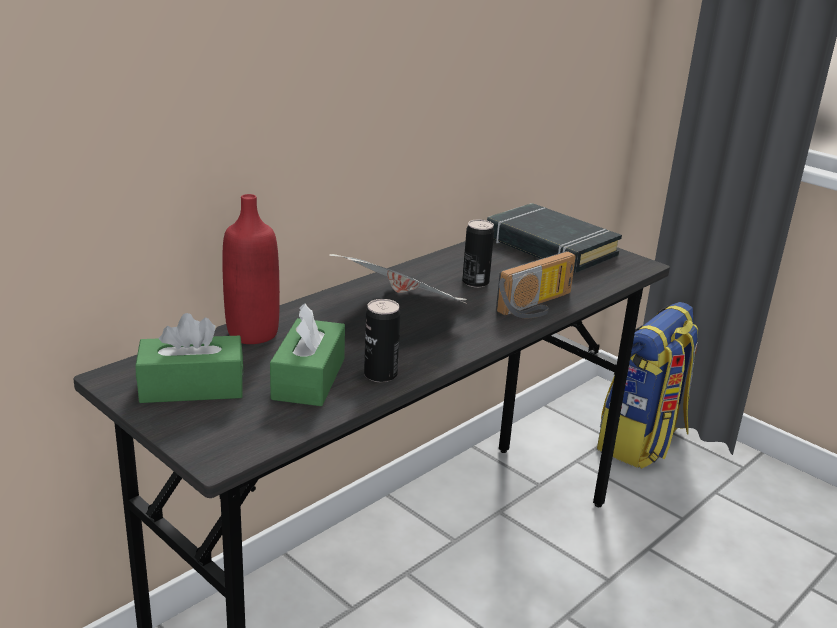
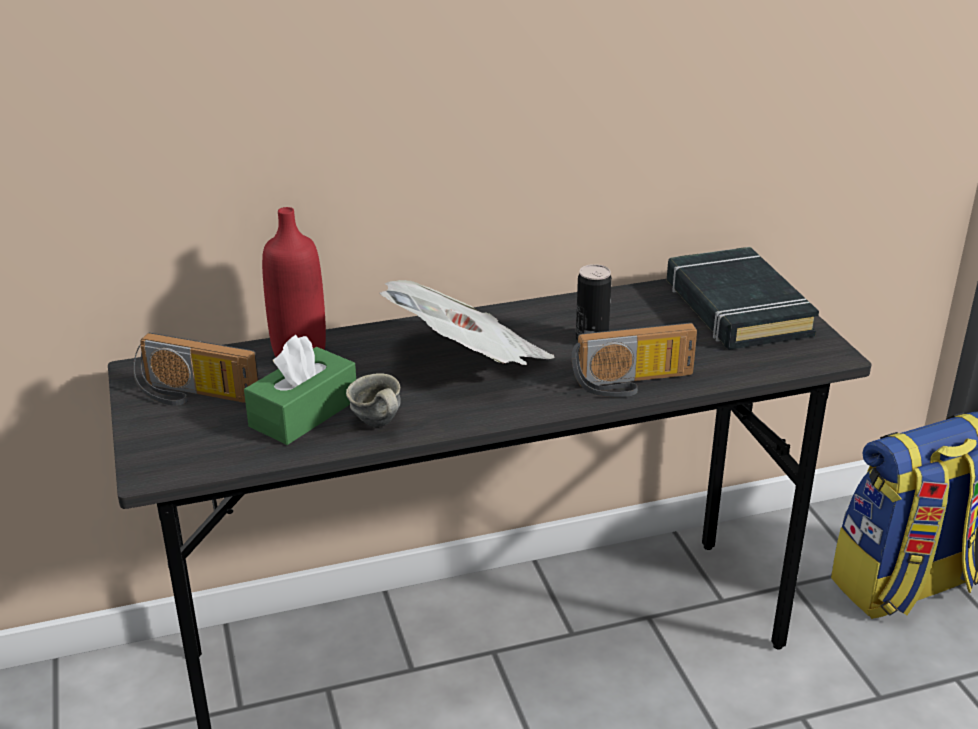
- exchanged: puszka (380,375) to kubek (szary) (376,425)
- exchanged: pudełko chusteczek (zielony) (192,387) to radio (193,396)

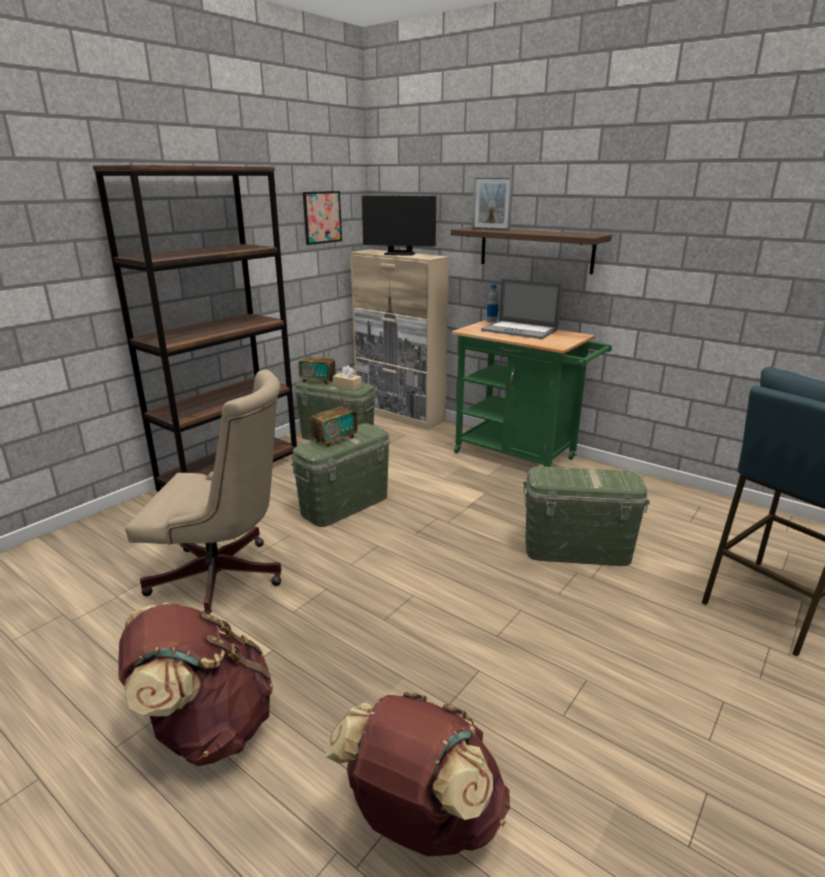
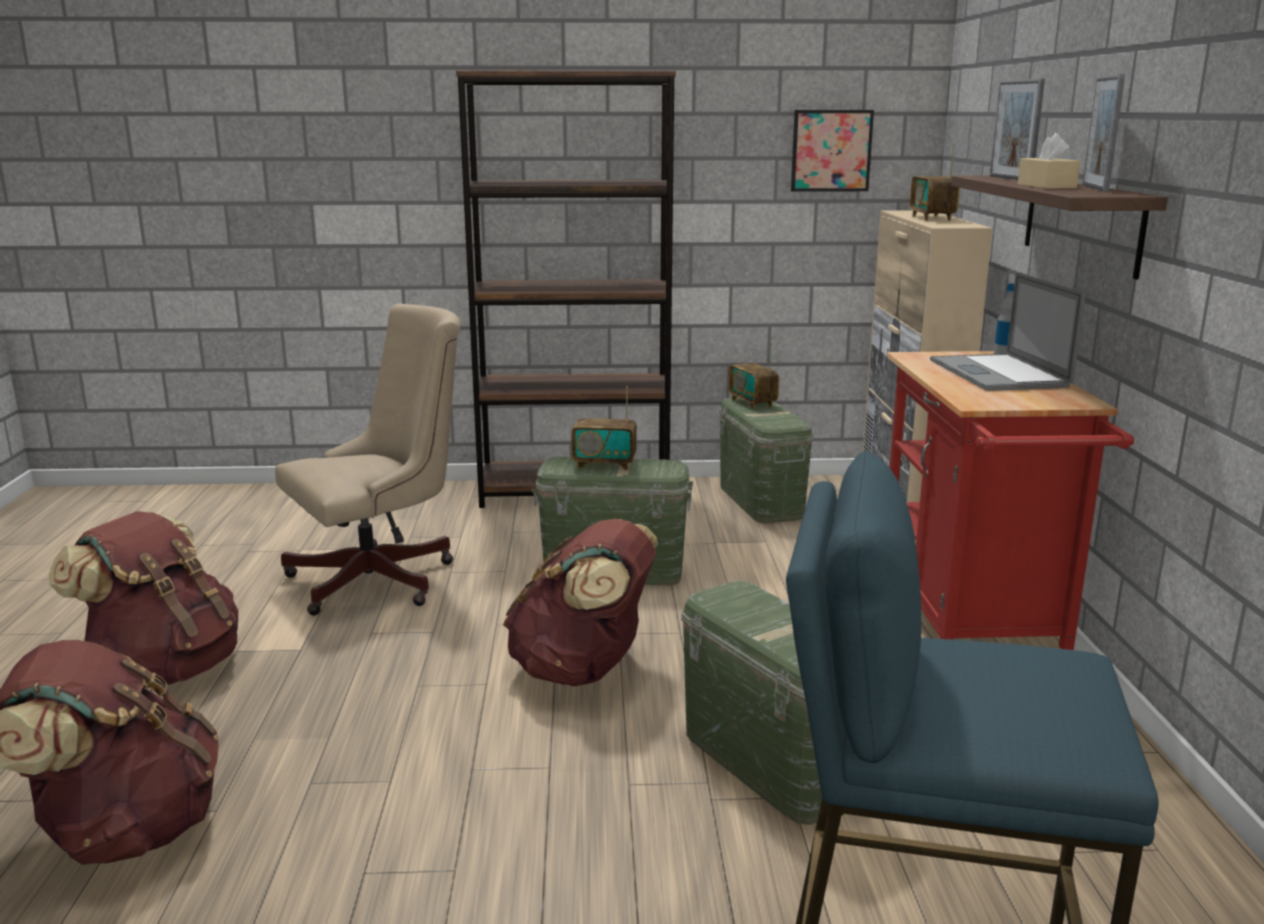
- exchanged: monitor (399,254) to radio (932,218)
- colour: wózek (zielony) (521,457) to wózek (czerwony) (971,626)
- relocated: pudełko chusteczek (beżowy) (347,386) to (1046,186)
- spun: krzesło biurowe (beżowy) (225,579) = (383,578) 90 degrees counterclockwise
- appeared: ramka na zdjęcie (1094,188)
- appeared: plecak (brązowy) (583,670)

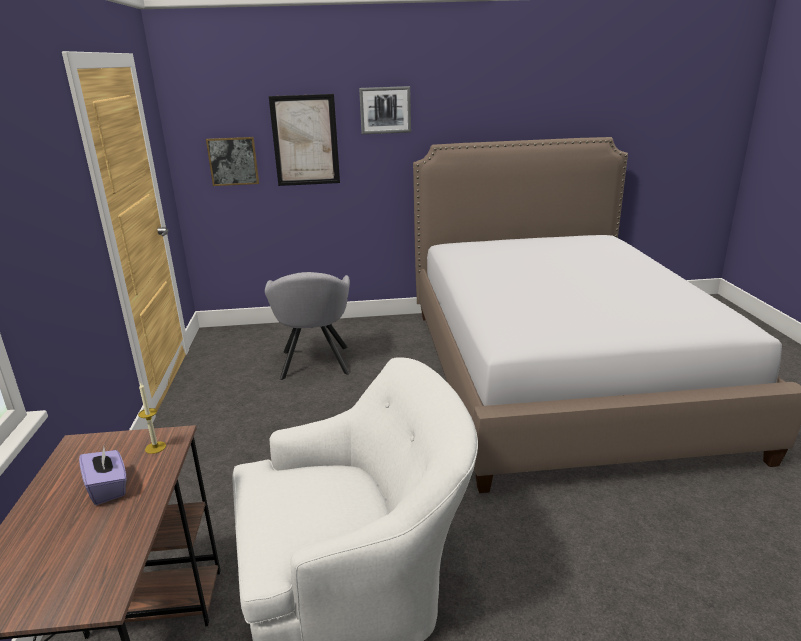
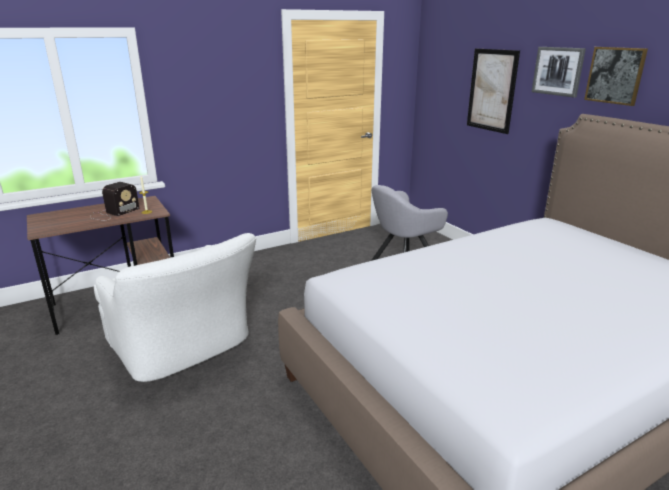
- relocated: obraz (233,161) to (615,75)
- exchanged: pudełko chusteczek (fioletowy) (108,488) to radio (113,213)

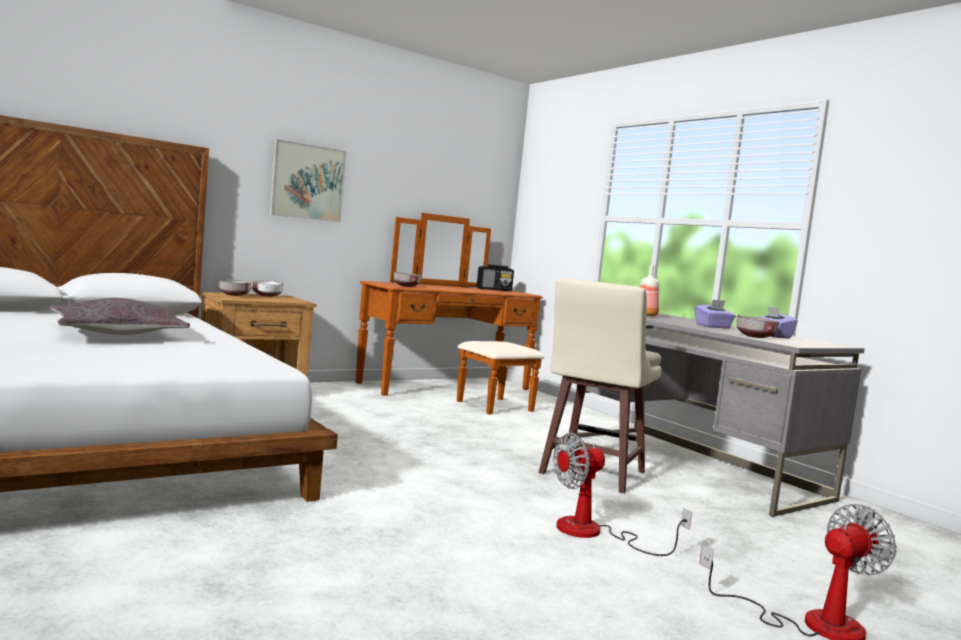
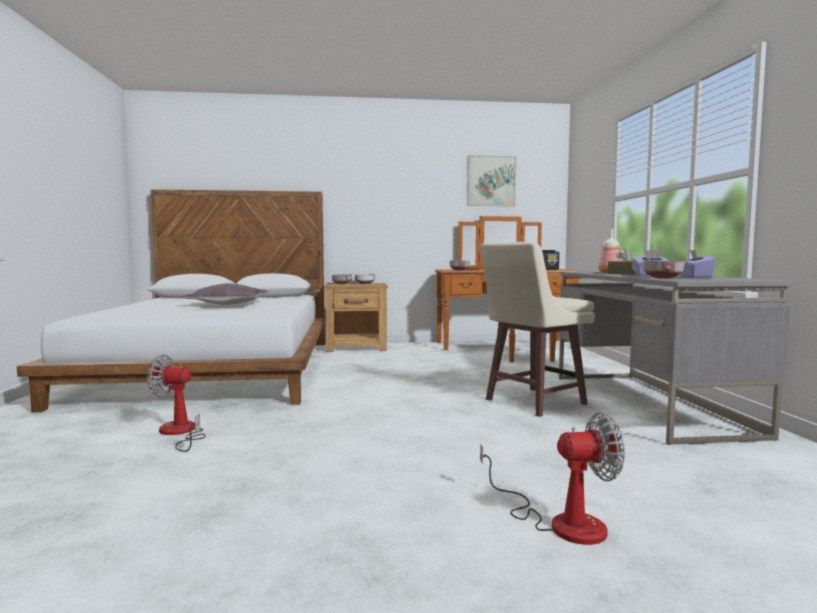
- relocated: obraz (308,182) to (491,181)
- relocated: wentylator (594,533) to (180,433)
- appeared: pudełko chusteczek (brązowy) (624,273)

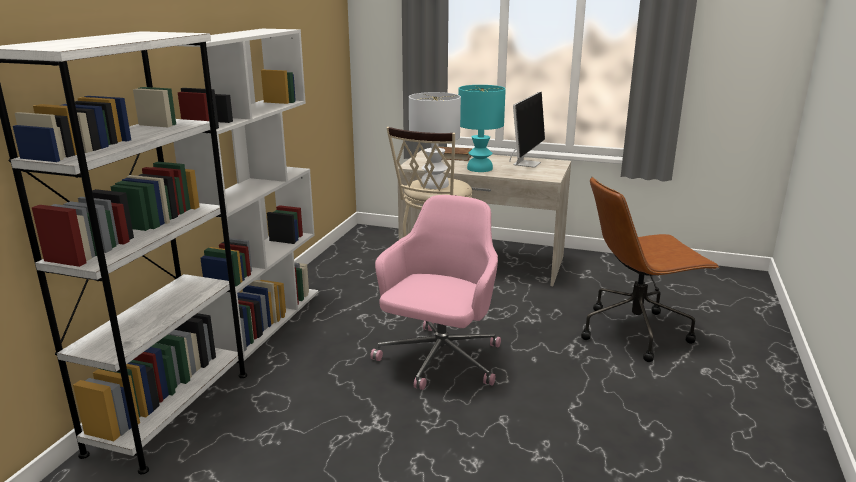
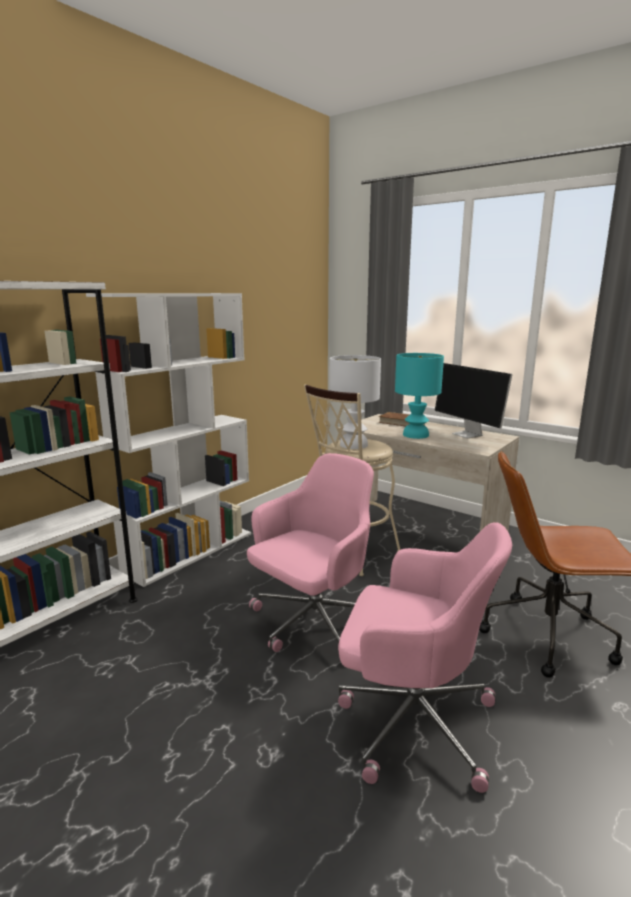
- spun: monitor (526,163) = (468,434) 105 degrees clockwise
- appeared: krzesło biurowe (różowy) (411,719)

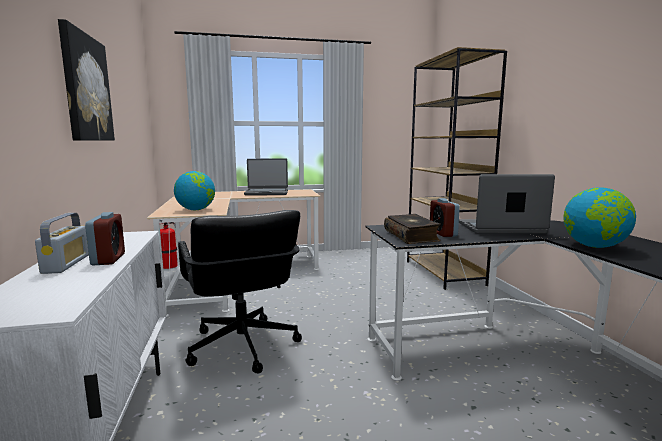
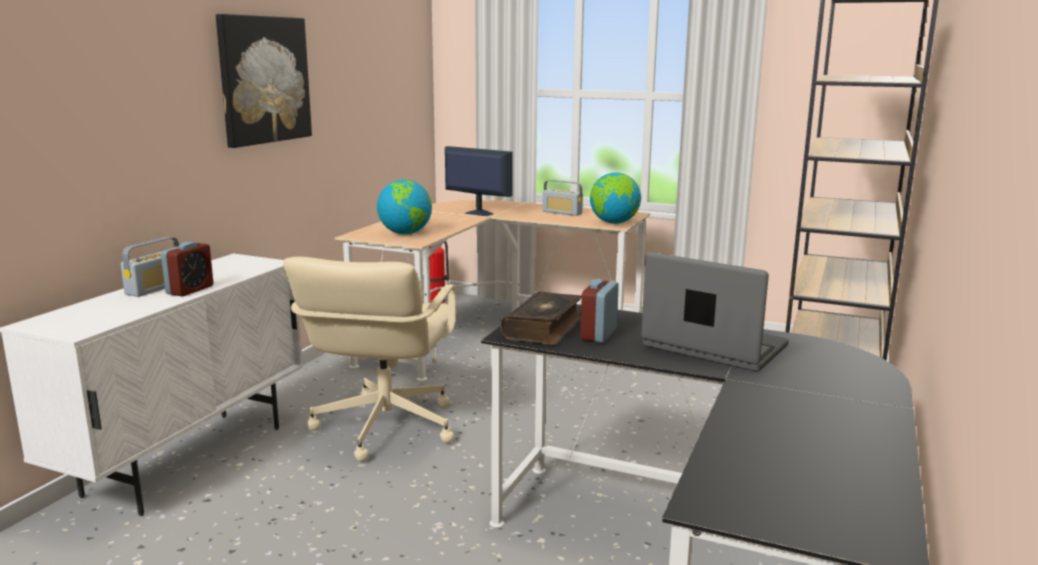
- exchanged: laptop (266,193) to radio (562,213)
- relocated: globus (594,246) to (614,223)
- colour: krzesło biurowe (czarny) (242,346) to krzesło biurowe (beżowy) (384,427)
- appeared: monitor (478,213)

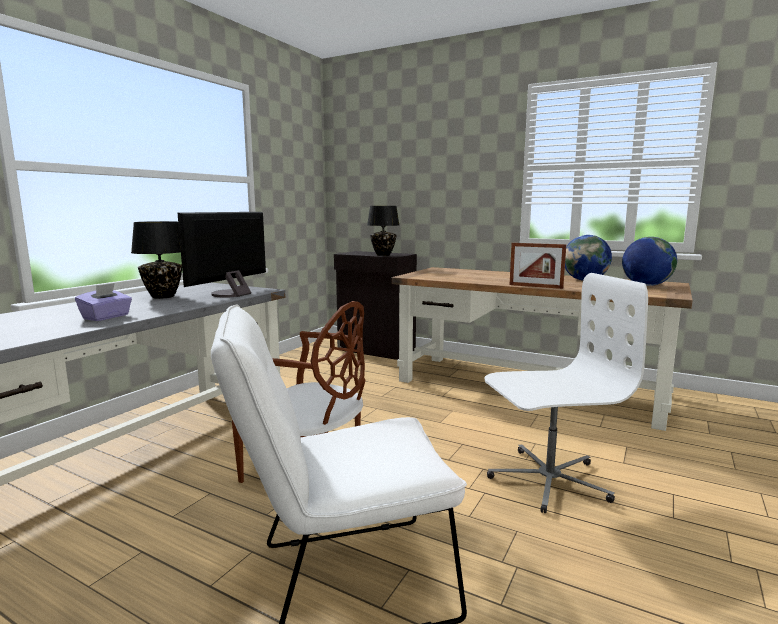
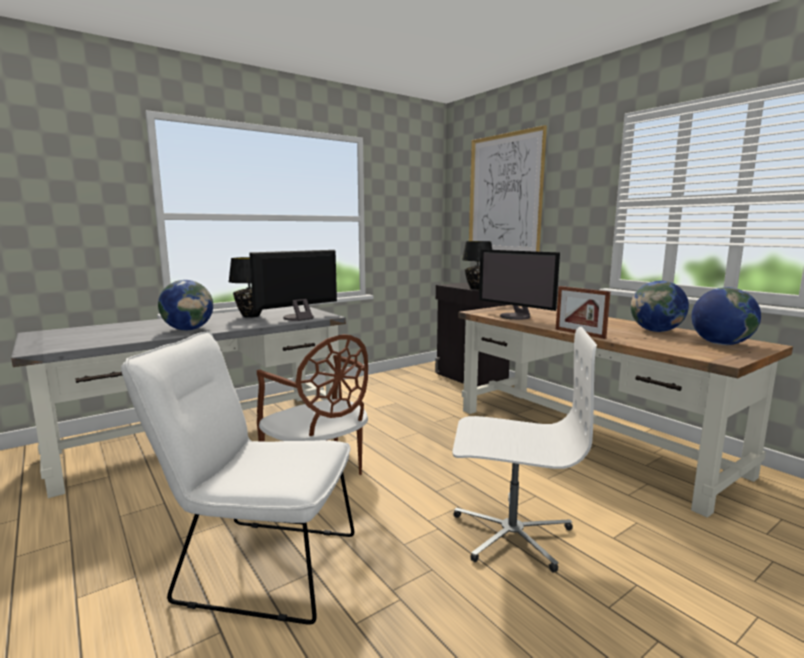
- exchanged: pudełko chusteczek (fioletowy) (106,317) to globus (188,329)
- appeared: obraz (505,195)
- appeared: monitor (516,316)

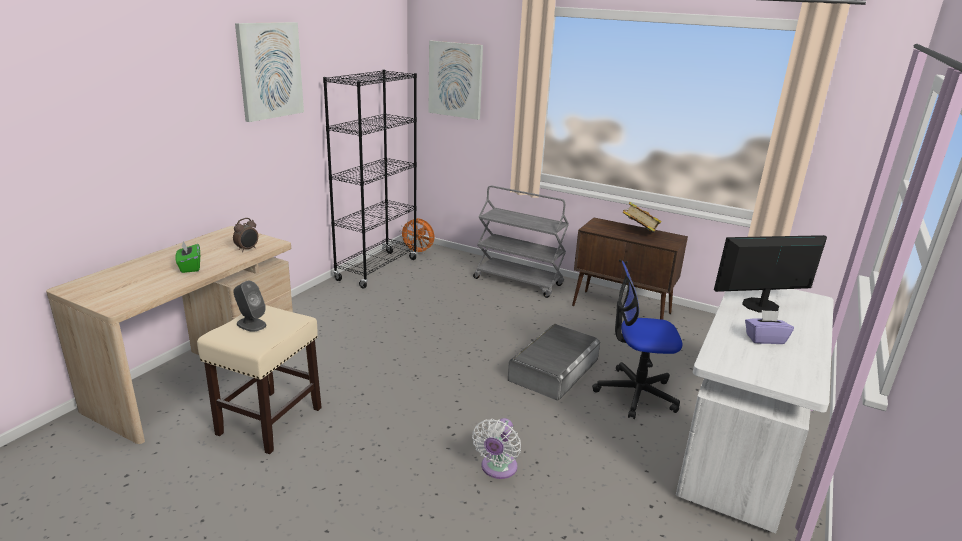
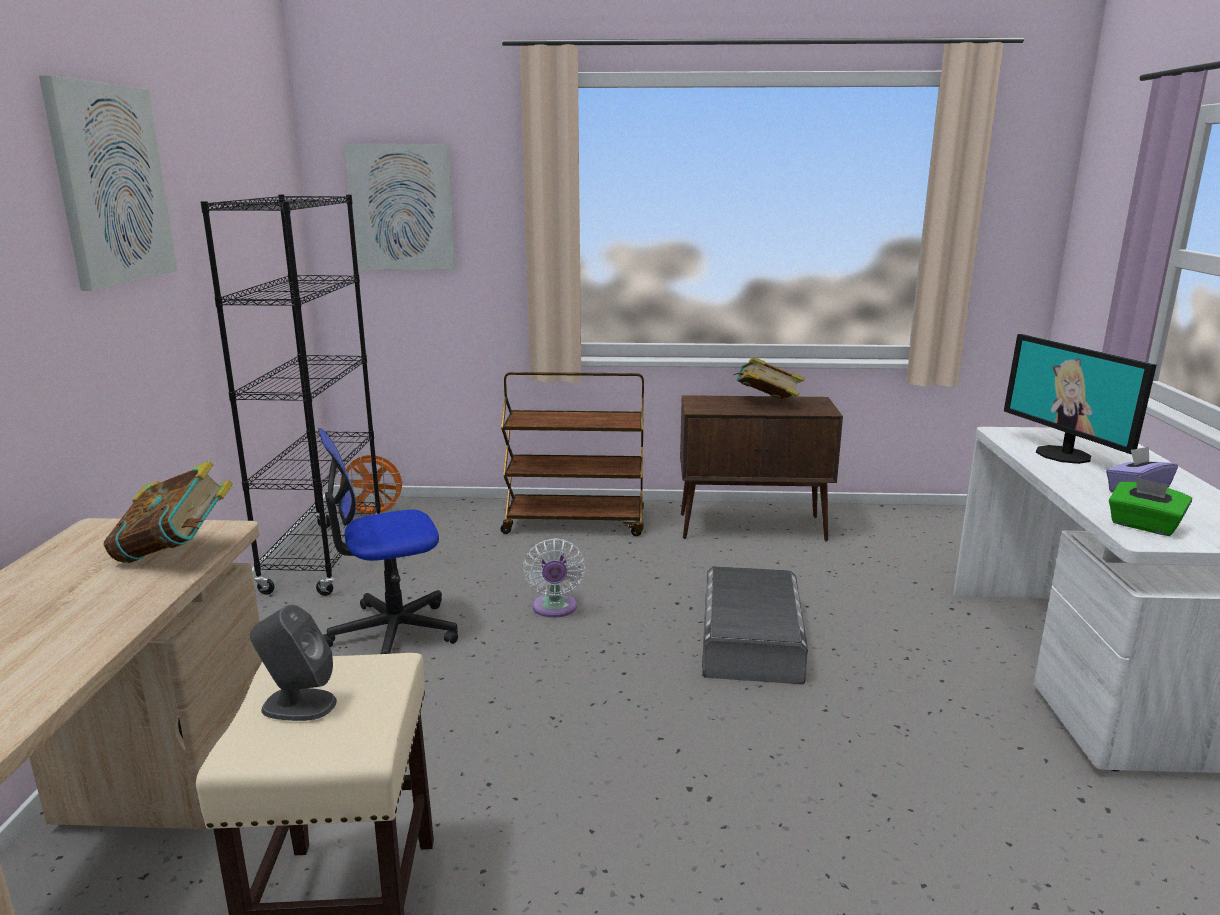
- colour: wózek (szary) (519,282) to wózek (brązowy) (575,523)
- exchanged: budzik (247,249) to książka (176,553)
- spun: monitor (760,306) = (1064,454) 75 degrees counterclockwise
- relocated: pudełko chusteczek (zielony) (190,267) to (1143,526)
- relocated: krzesło biurowe (635,393) to (392,633)
- relocated: wentylator (biały) (497,469) to (554,609)

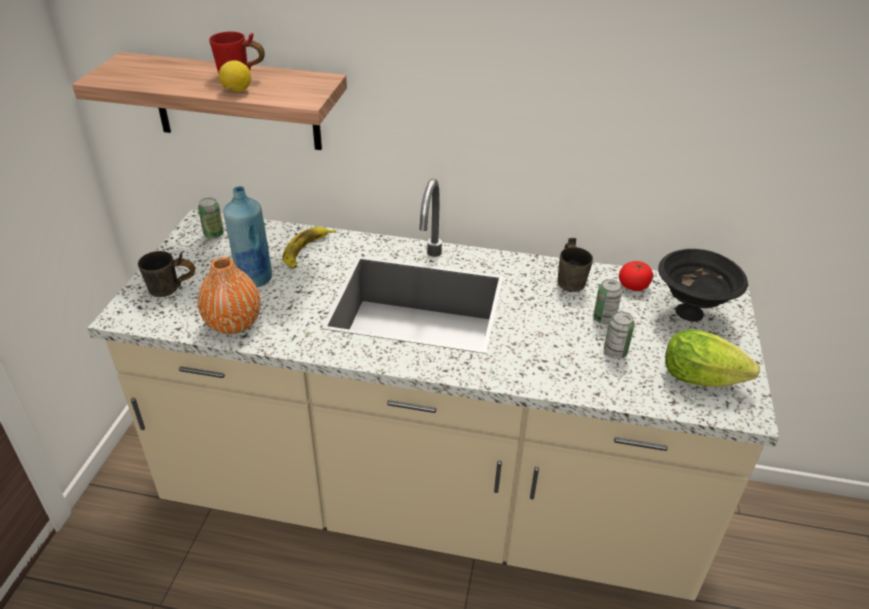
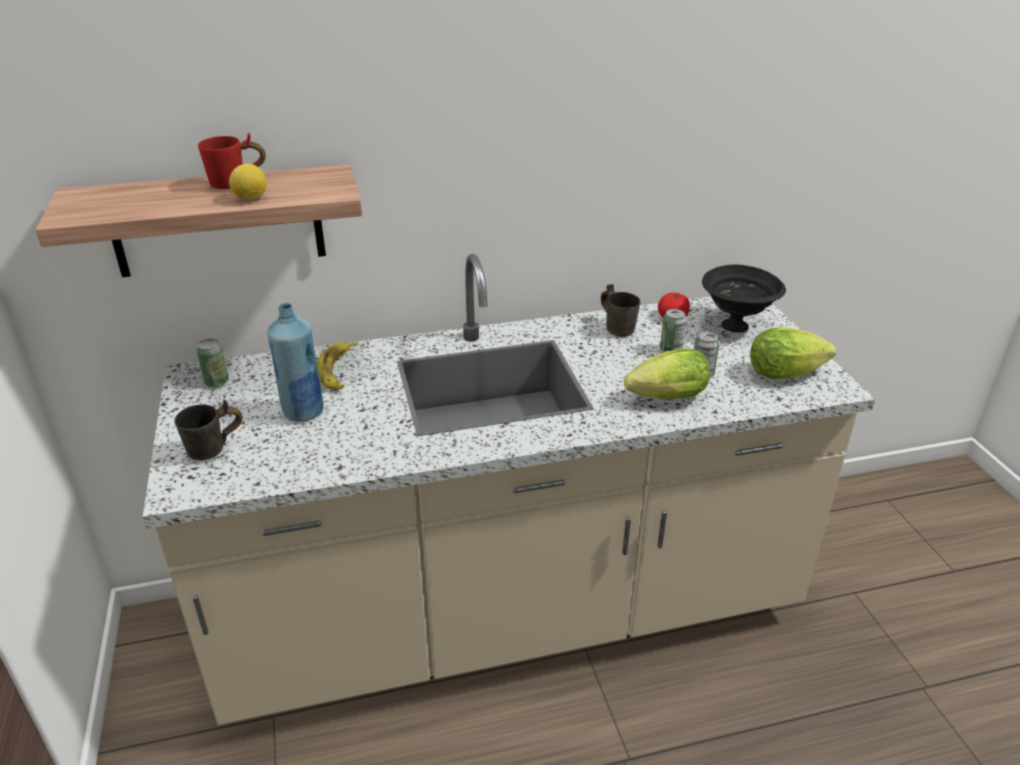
- missing: wazon (pomarańczowy) (233,323)
- appeared: sałata (663,399)

